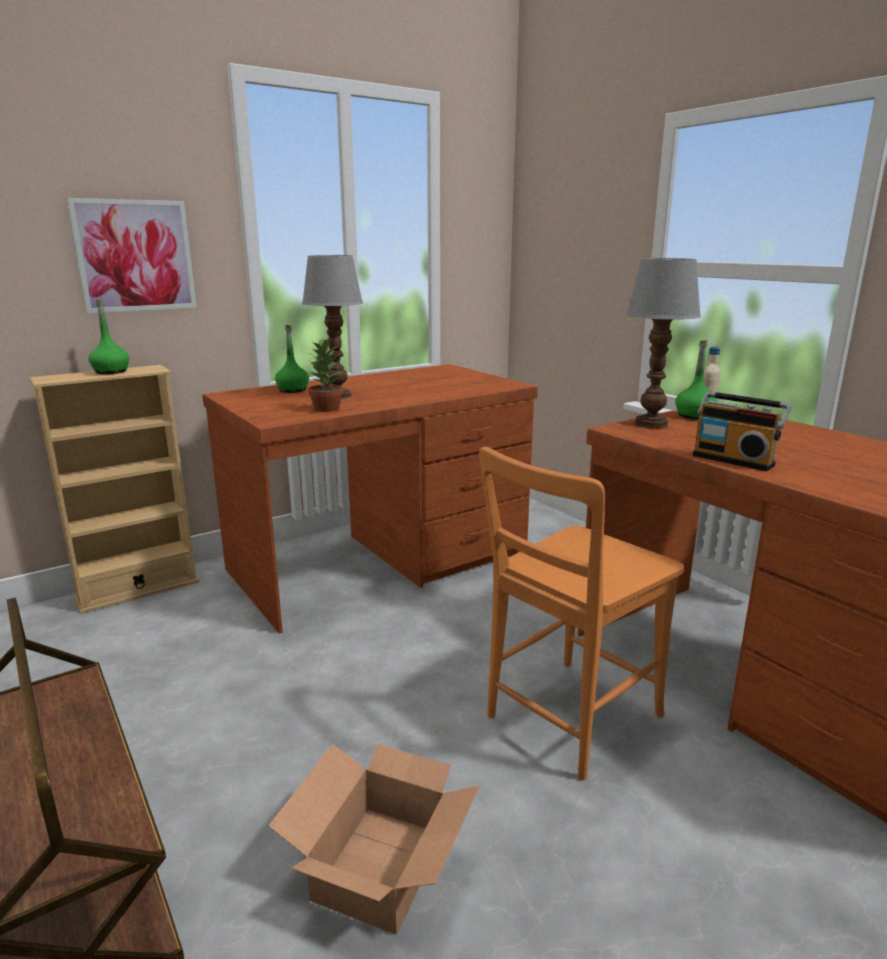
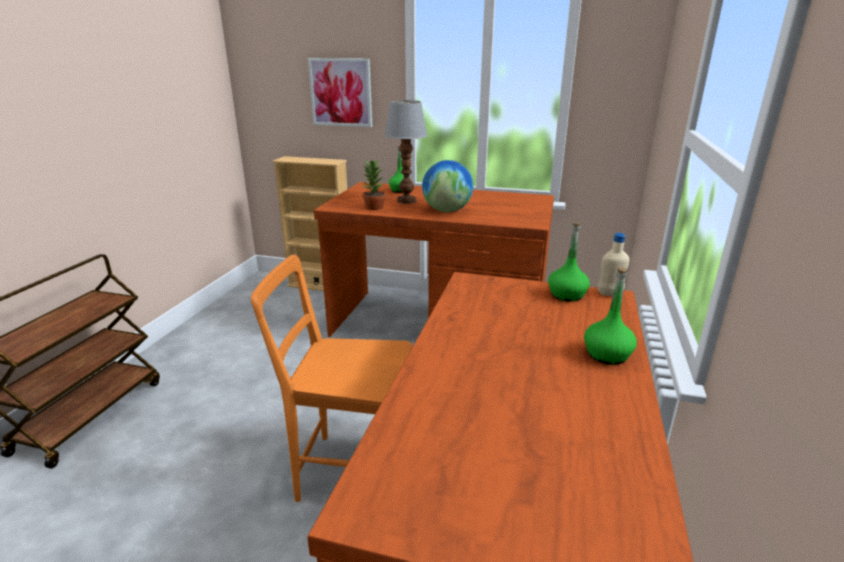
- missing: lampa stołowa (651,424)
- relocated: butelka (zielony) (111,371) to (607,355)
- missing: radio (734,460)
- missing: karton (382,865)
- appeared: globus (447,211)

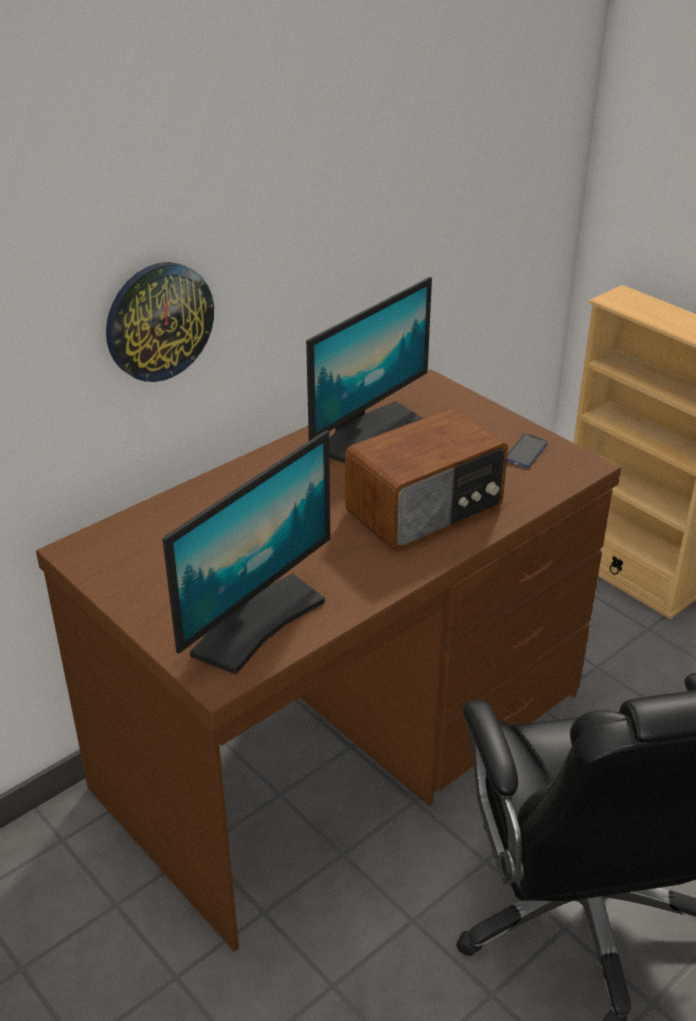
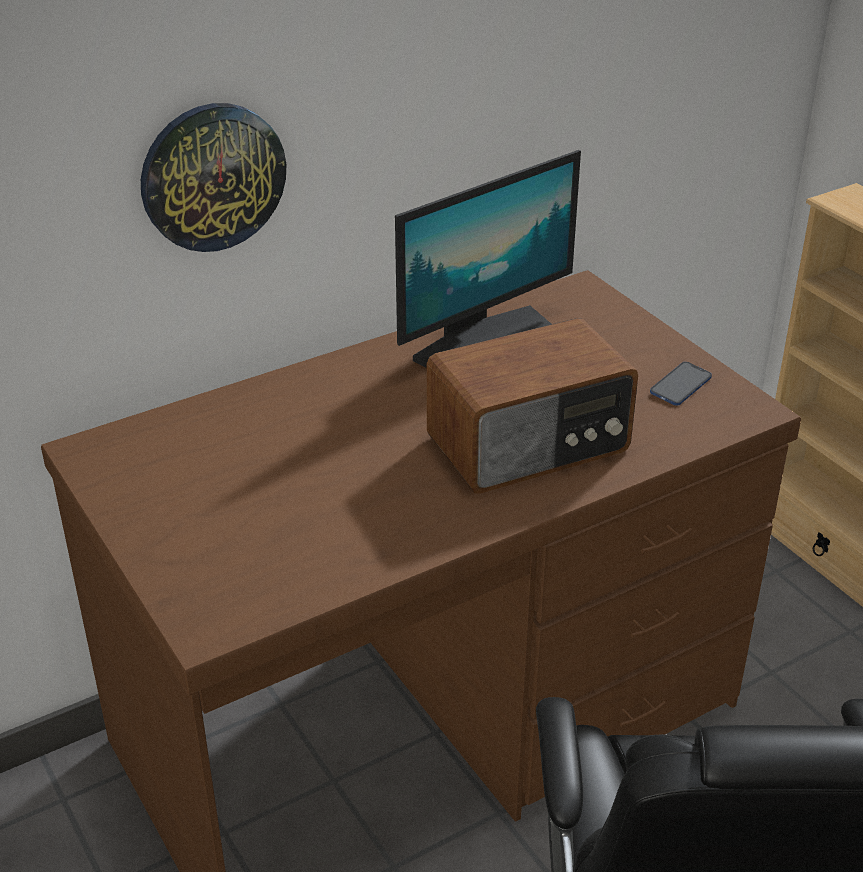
- missing: monitor (256,622)

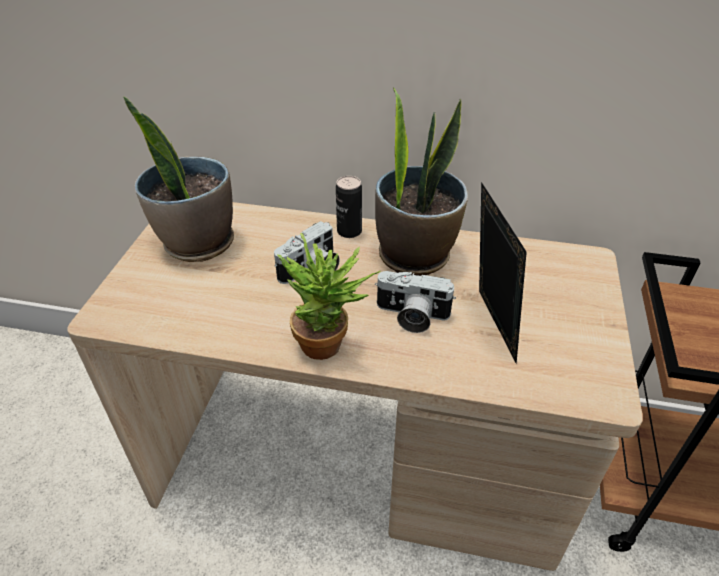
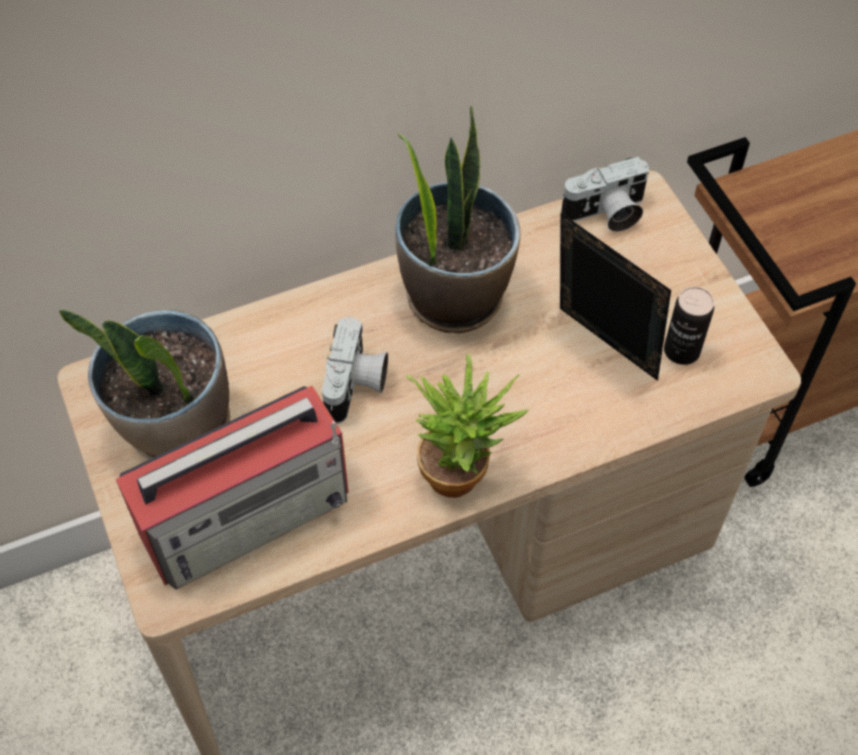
- relocated: puszka (349,231) to (681,350)
- relocated: aparat fotograficzny (411,316) to (606,214)
- appeared: radio (249,514)

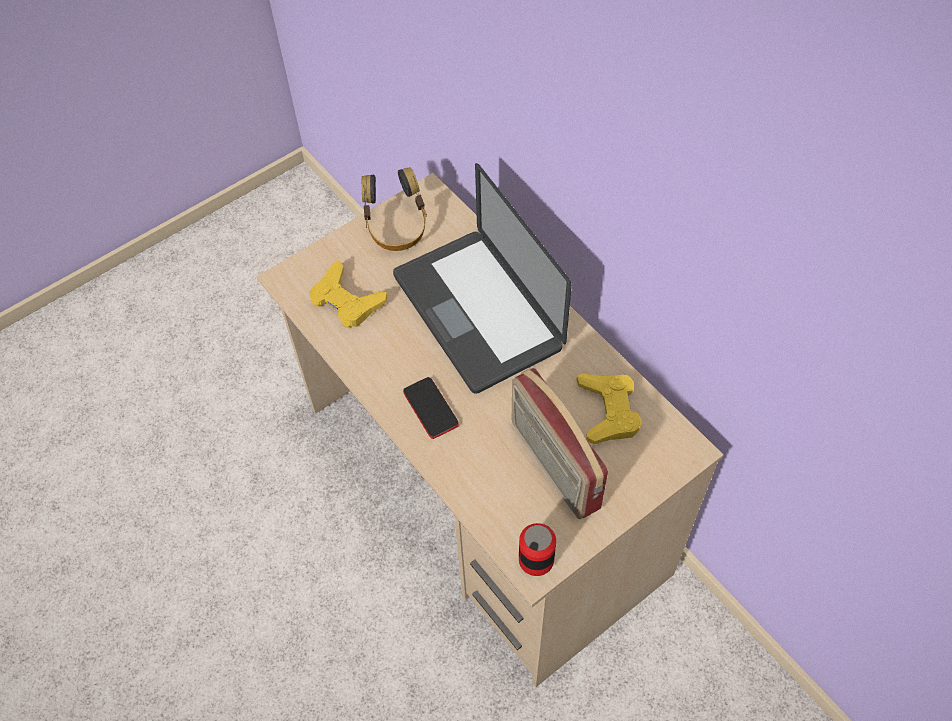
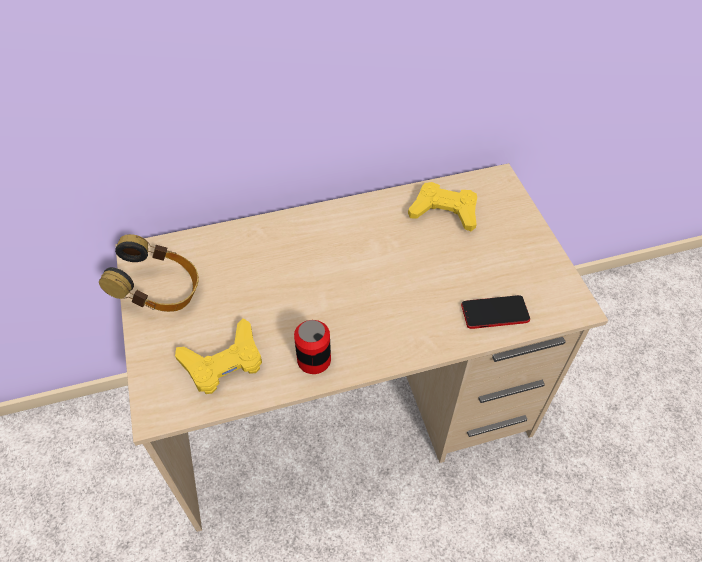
- missing: laptop (477,311)
- missing: radio (553,465)
- relocated: telefon (430,408) to (494,313)
- relocated: puszka (536,559) to (314,360)

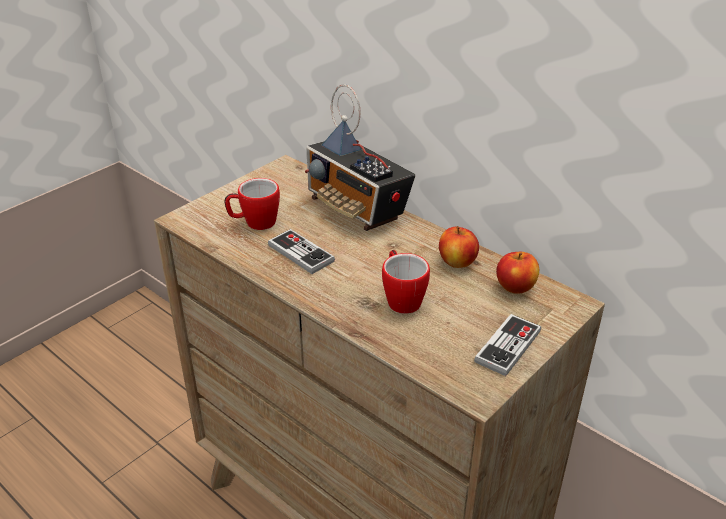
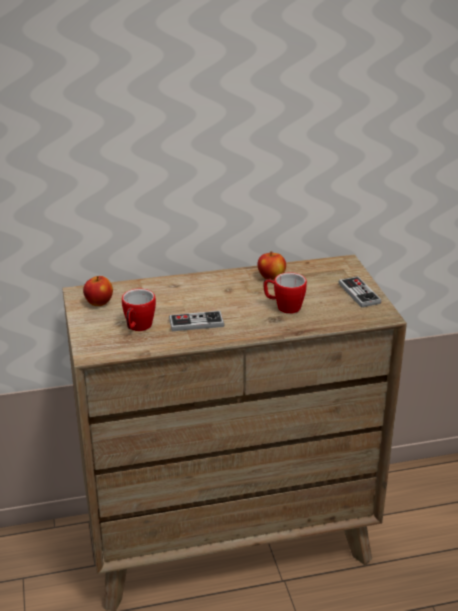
- missing: radio (357,209)
- relocated: jabłko (515,287) to (99,303)

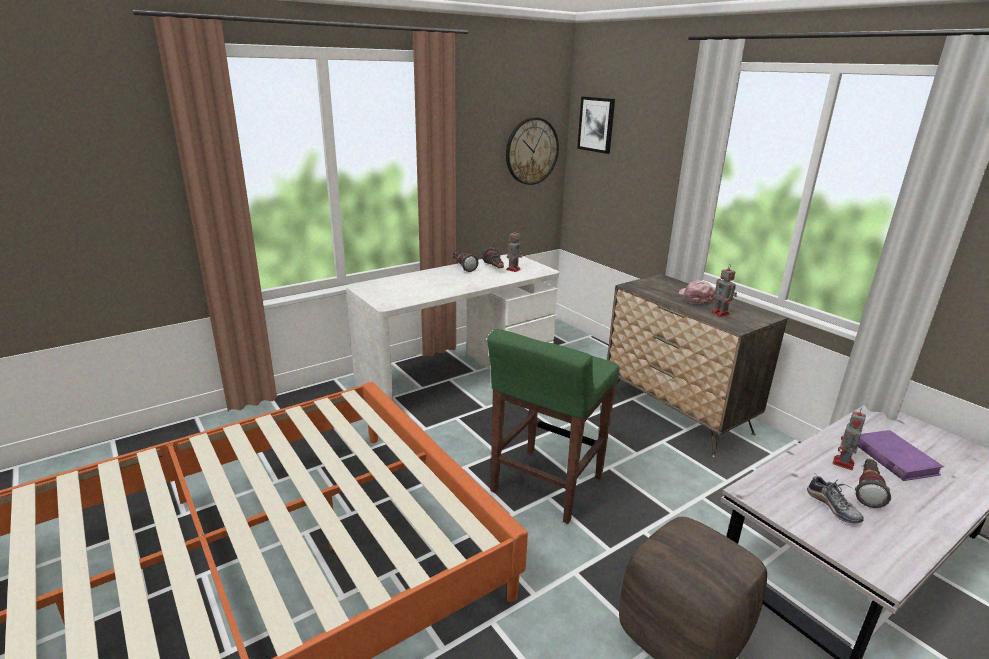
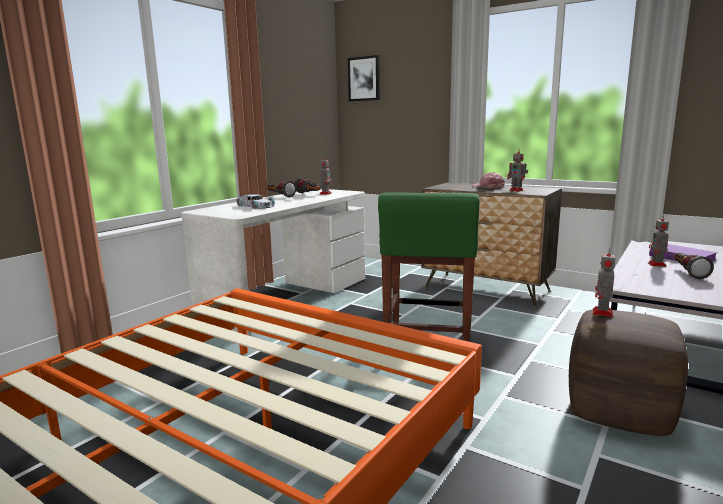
- missing: zegar ścienny (531,151)
- missing: but (833,507)
- appeared: samochodzik (biały) (255,206)
- appeared: robot zabawkowy (602,313)

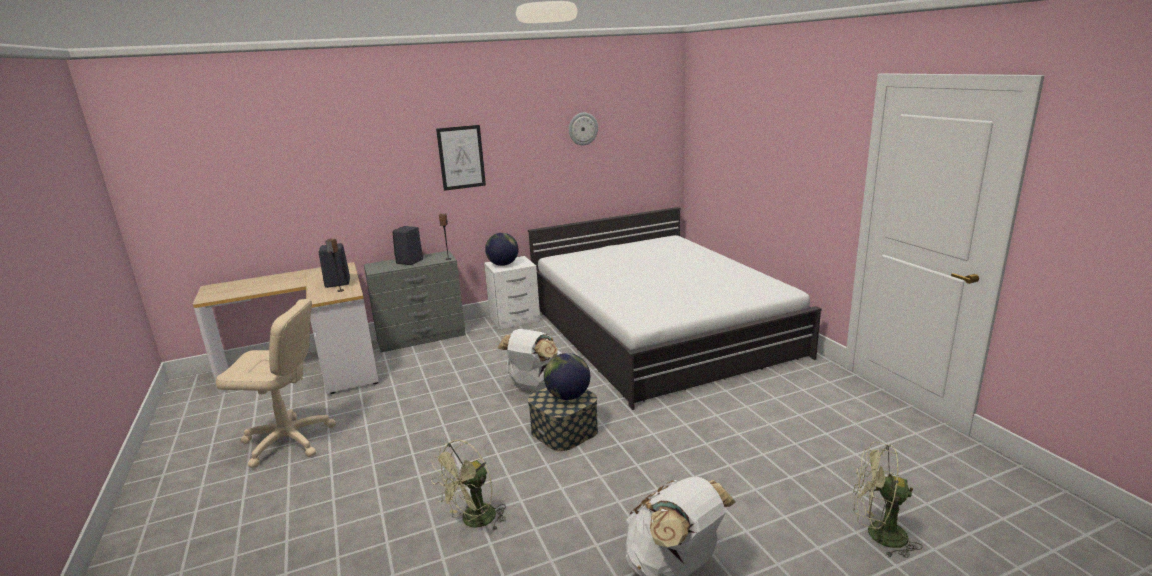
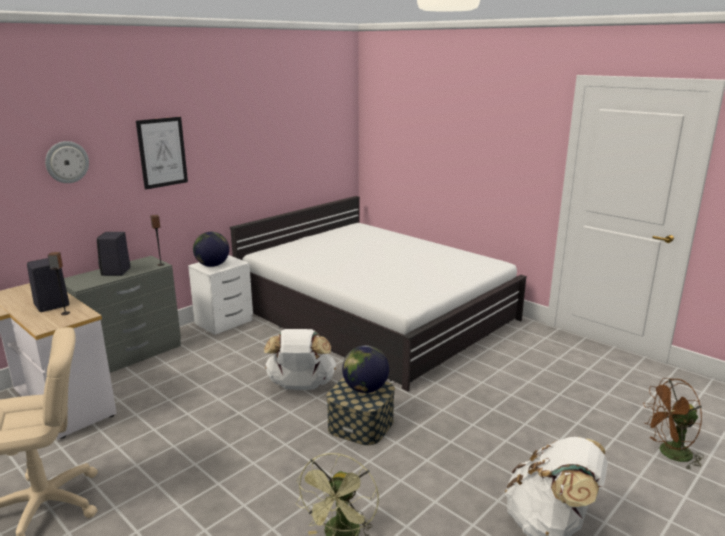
- relocated: zegar ścienny (583,129) to (67,162)
- colour: wentylator (zielony) (878,534) to wentylator (brązowy) (669,454)

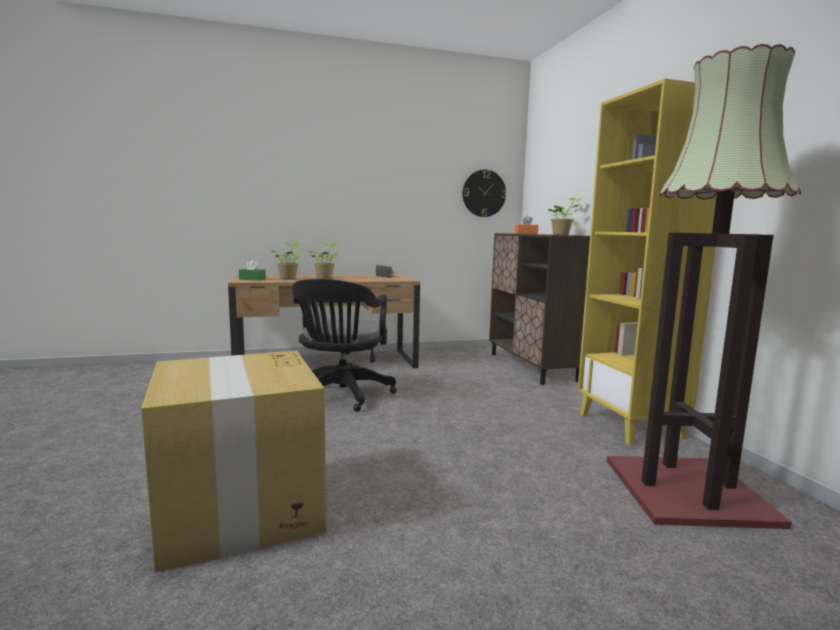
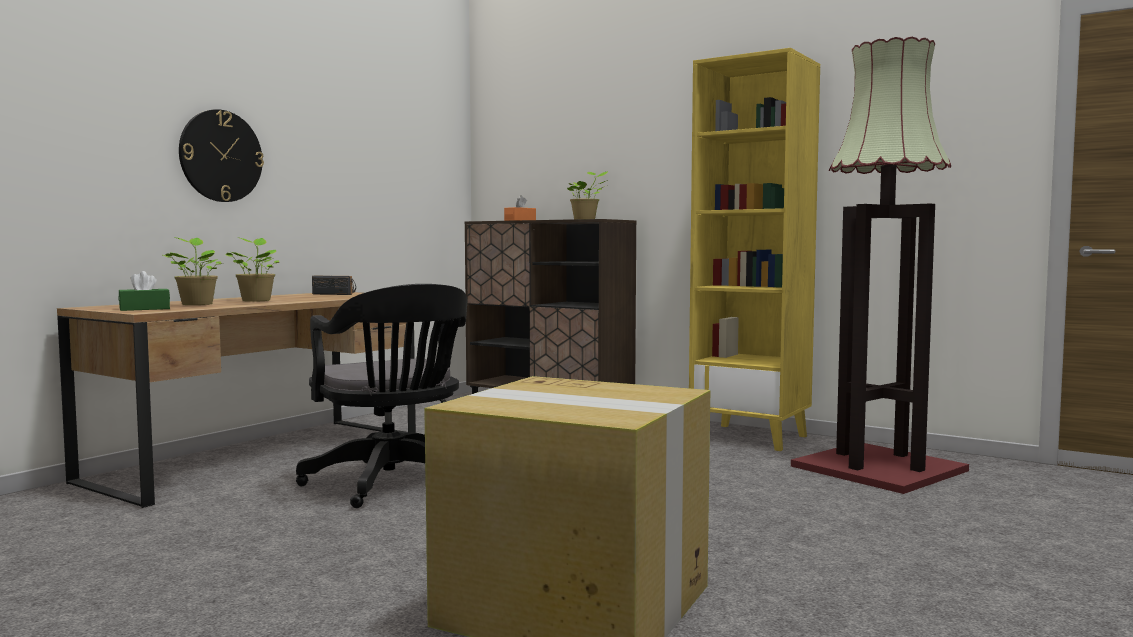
- relocated: zegar ścienny (484,193) to (221,156)

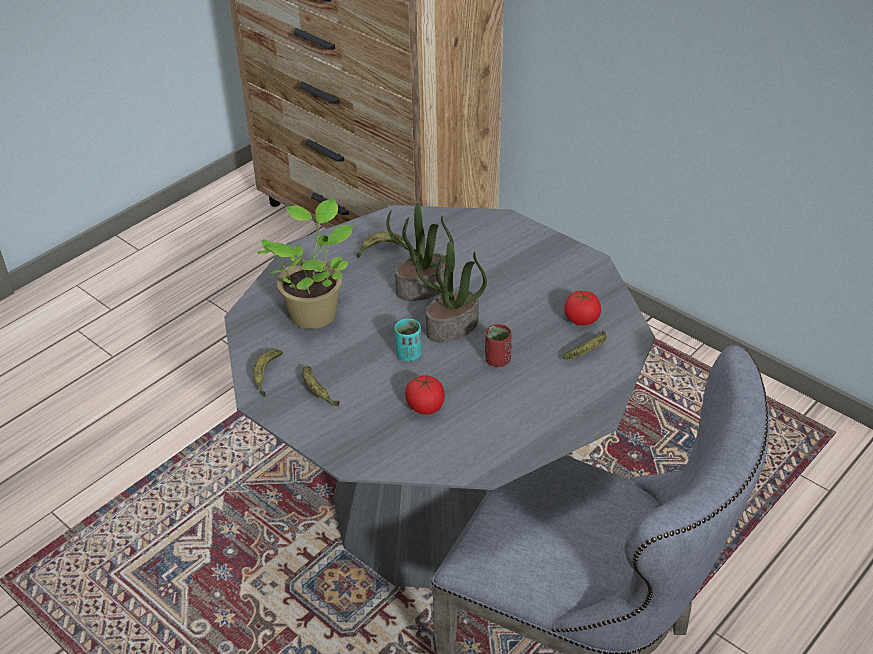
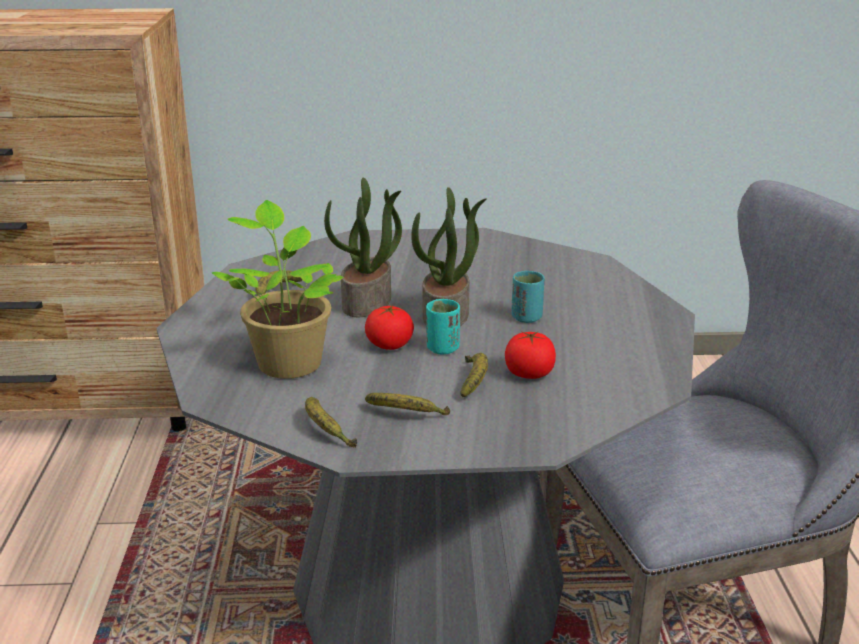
- relocated: pomidor (581,319) to (389,345)
- colour: filiżanka (czerwony) (497,360) to filiżanka (turkusowy) (526,317)
- relocated: banan (588,351) to (473,381)

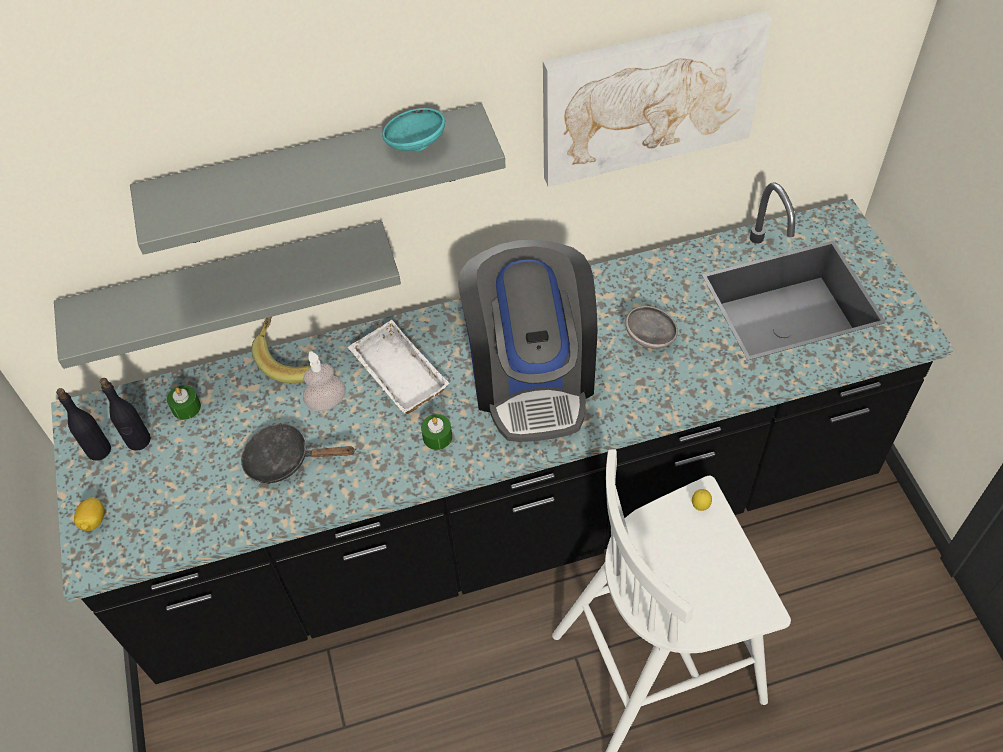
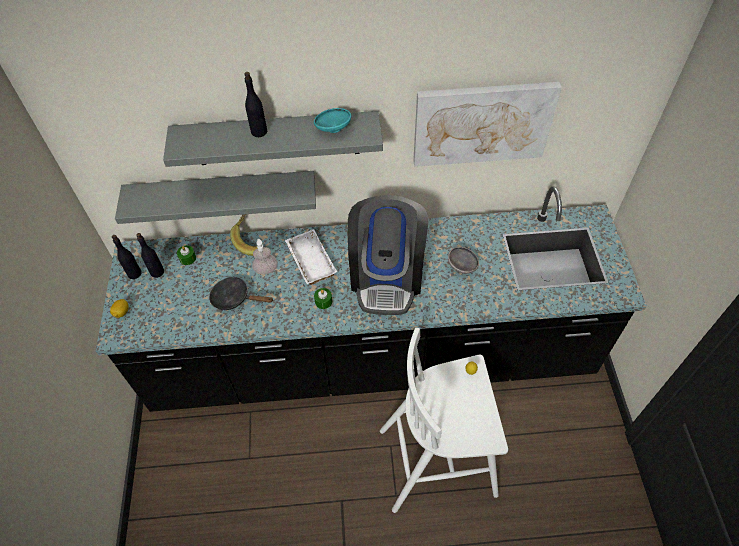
- appeared: butelka (czarny) (259,131)

